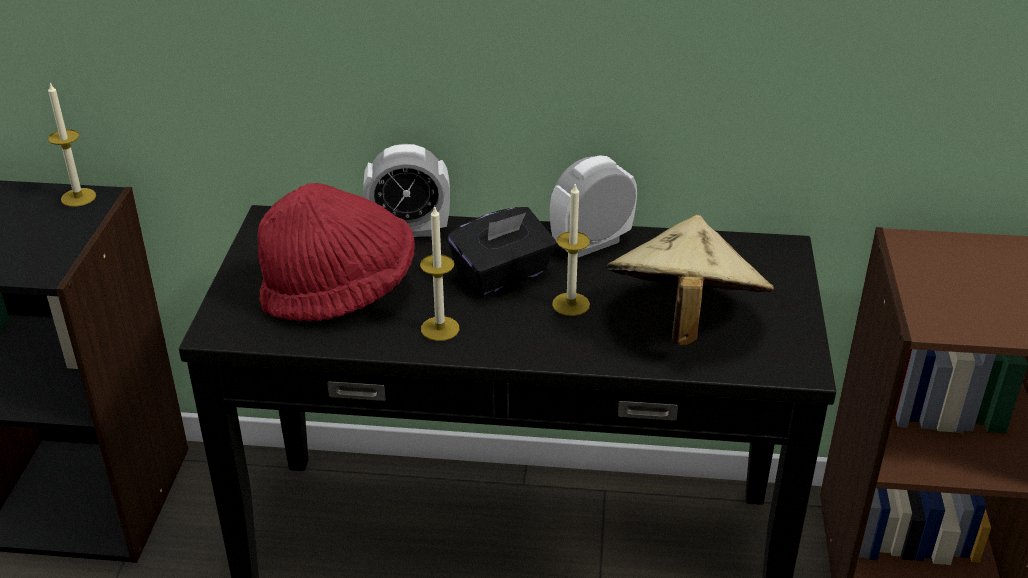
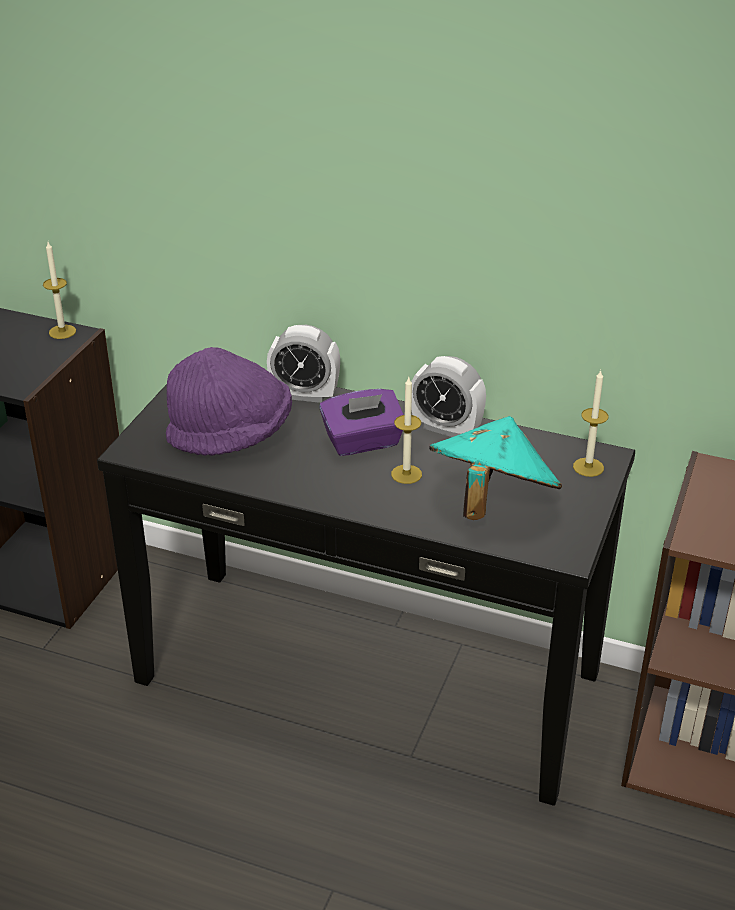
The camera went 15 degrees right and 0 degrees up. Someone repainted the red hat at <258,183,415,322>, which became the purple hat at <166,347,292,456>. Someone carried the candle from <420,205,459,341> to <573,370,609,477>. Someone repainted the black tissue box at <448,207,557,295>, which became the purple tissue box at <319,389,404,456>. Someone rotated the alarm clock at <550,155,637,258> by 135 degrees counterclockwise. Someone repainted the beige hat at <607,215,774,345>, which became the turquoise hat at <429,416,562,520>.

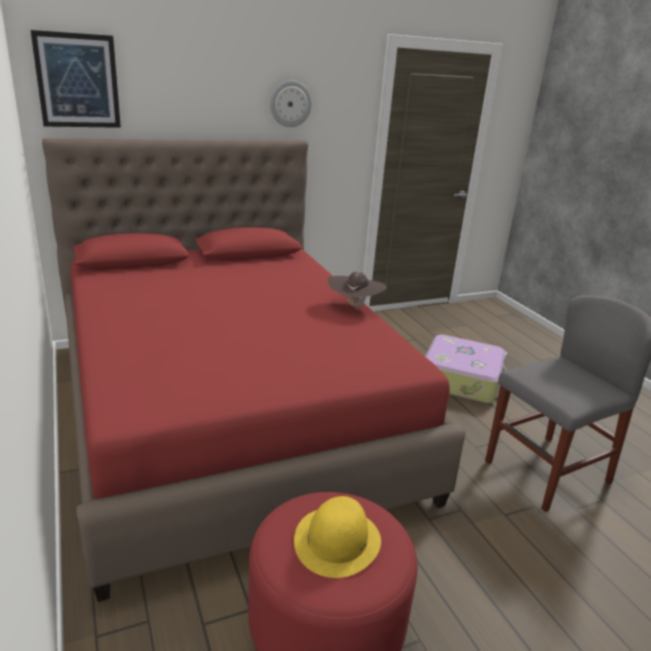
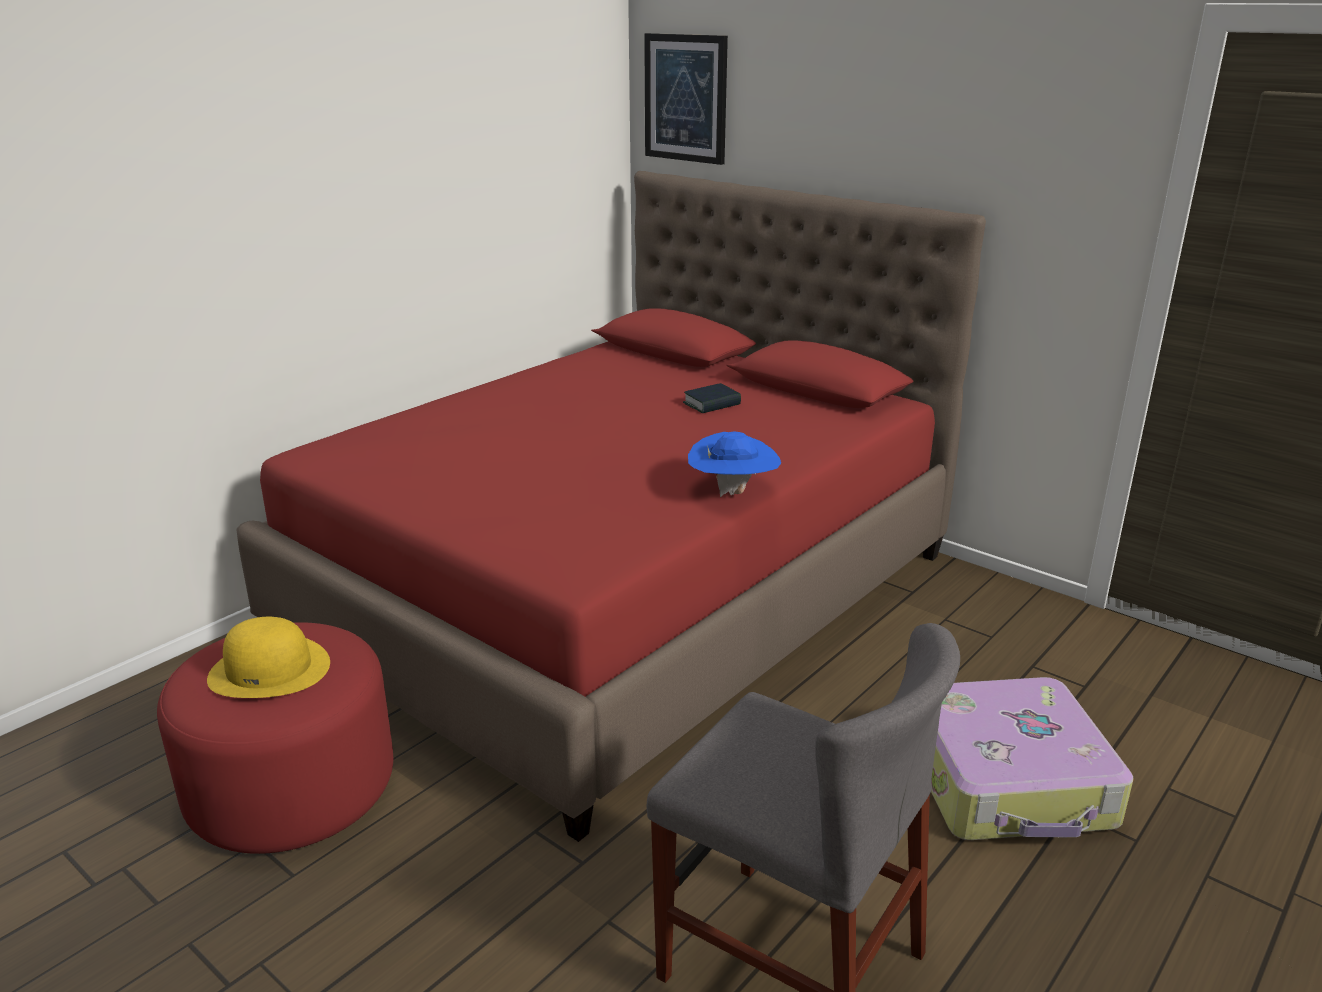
The camera went 65 degrees right and 0 degrees up. Someone took away the wall clock at <270,80,312,127>. Someone repainted the brown hat at <327,271,387,310>, which became the blue hat at <688,432,781,497>. Someone put down the book at <683,383,741,413>.

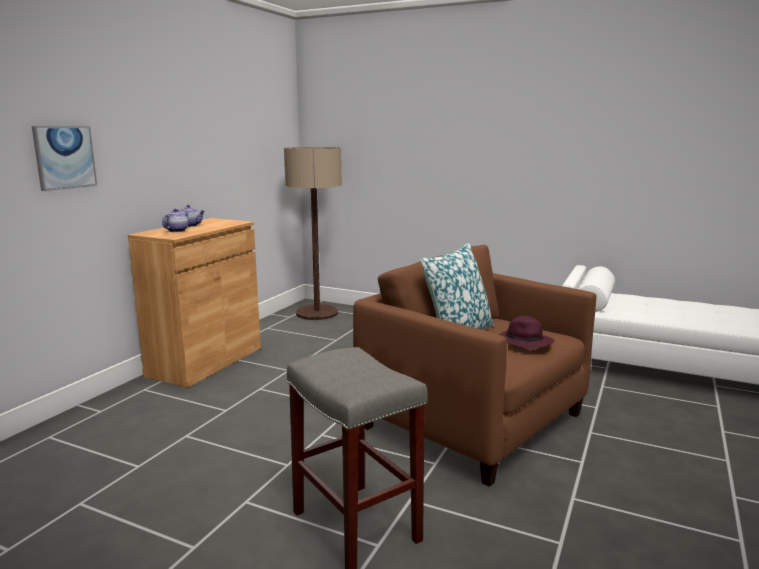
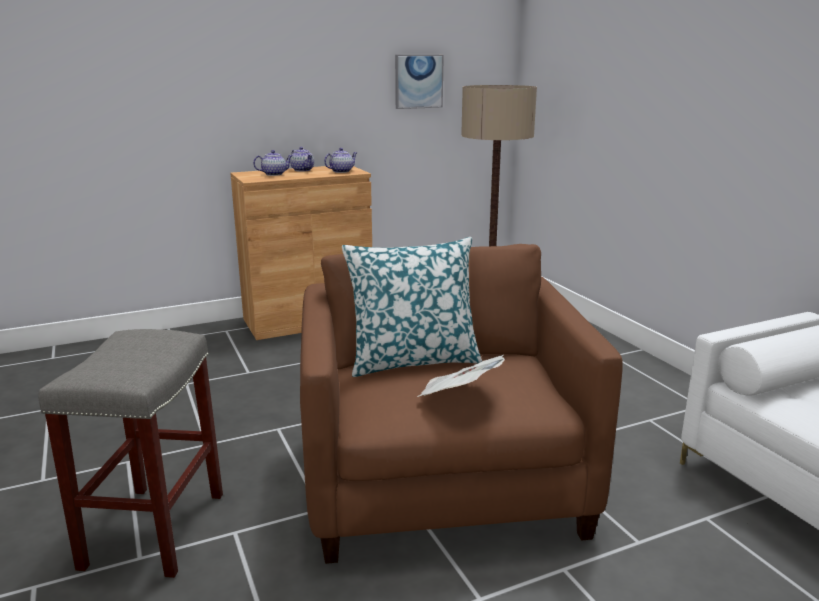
The camera went 40 degrees right and 5 degrees up. Someone carried the picture from <32,126,97,191> to <395,55,444,109>. Someone swapped the purple hat at <499,315,554,350> for the newspaper at <417,355,505,397>. Someone put down the teapot at <324,148,357,173>.

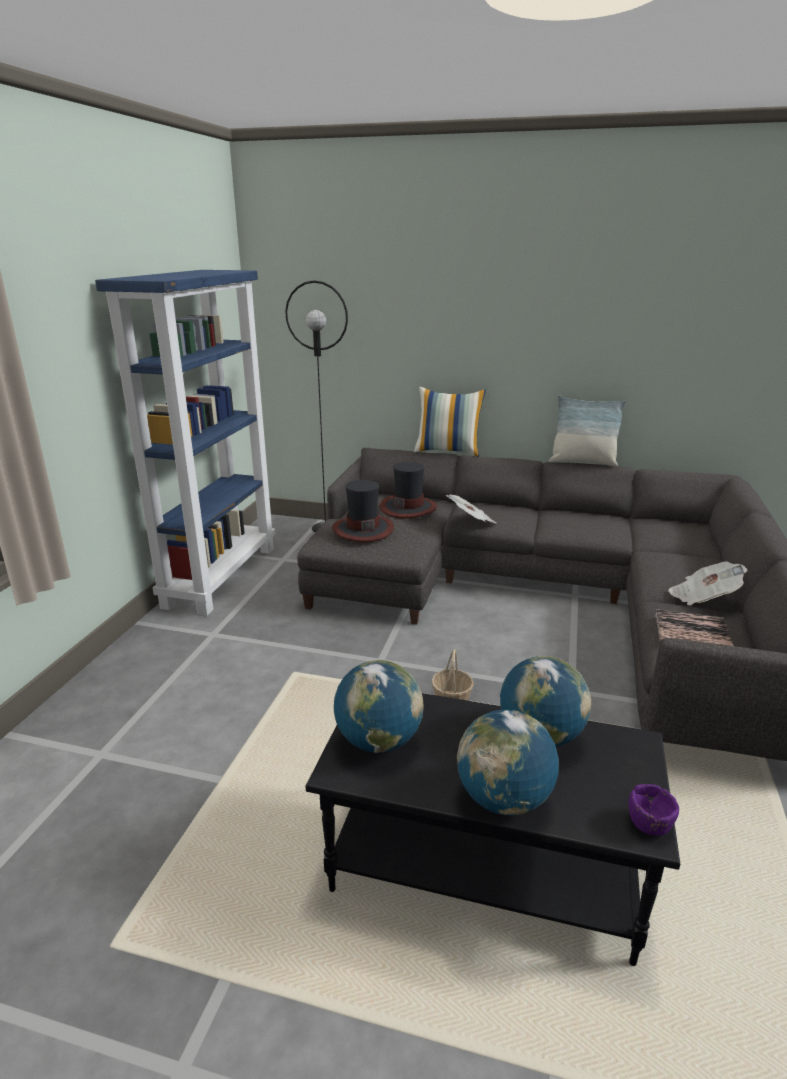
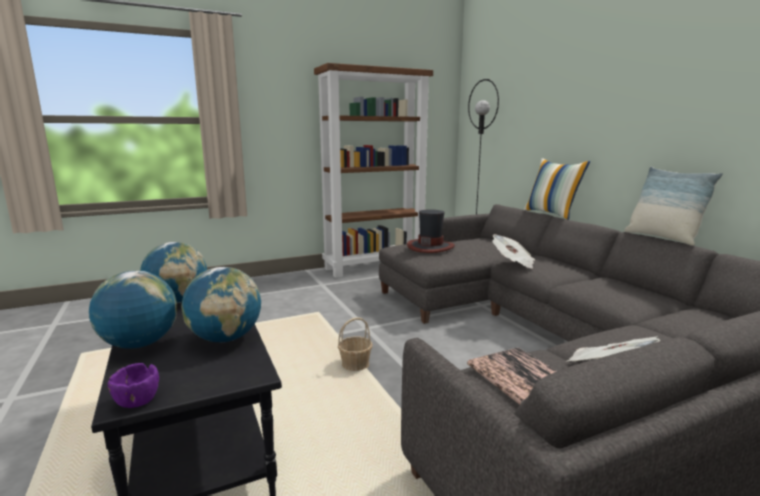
The camera went 50 degrees right and 10 degrees down. Someone repainted the blue bookcase at <95,270,275,616>, which became the brown bookcase at <314,63,433,278>. Someone took away the hat at <380,462,437,519>.

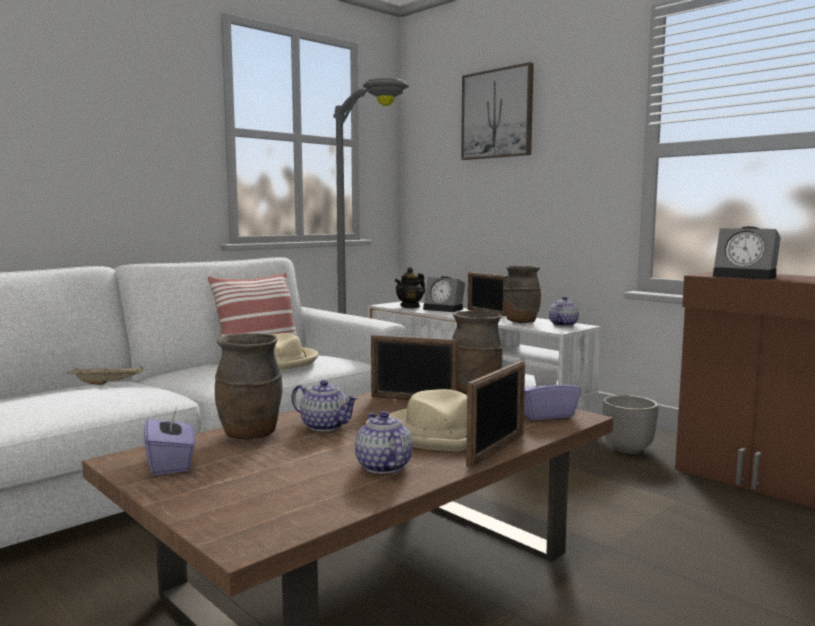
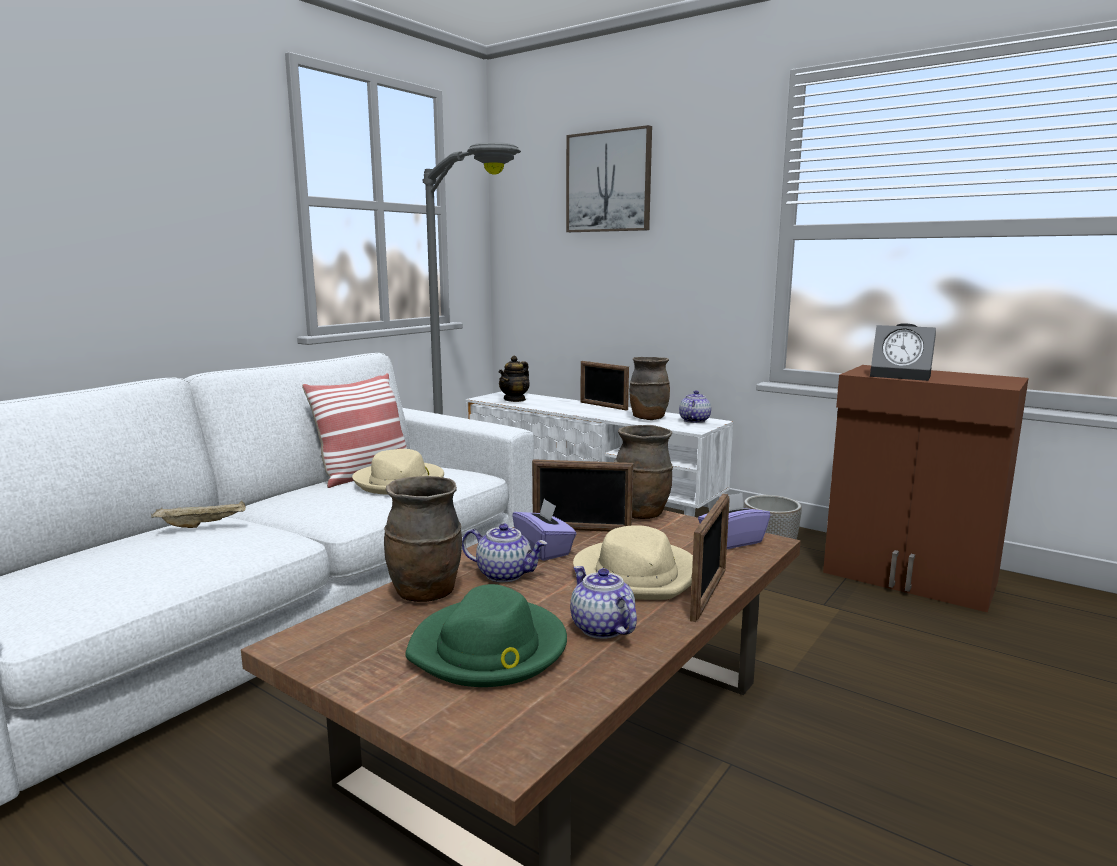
The camera went 10 degrees left and 5 degrees up. Someone carried the purple tissue box from <144,409,195,475> to <512,498,577,561>. Someone took away the alarm clock at <423,276,465,312>. Someone put down the green hat at <405,584,567,687>.

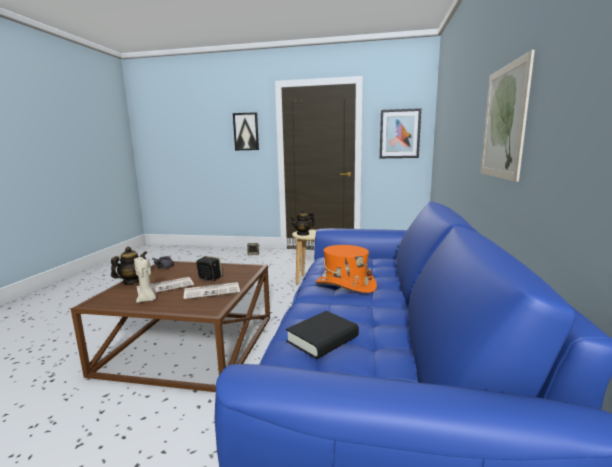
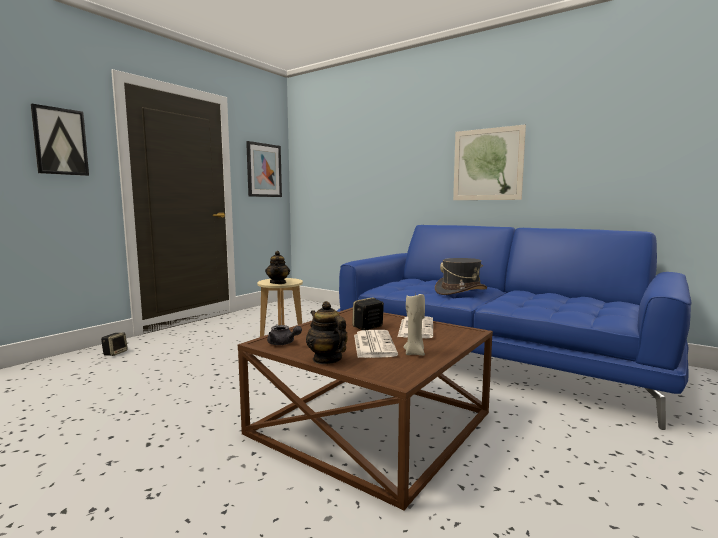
The camera went 65 degrees left and 5 degrees down. Someone took away the black book at <286,311,359,359>. Someone repainted the orange hat at <316,245,377,293>, which became the grey hat at <435,258,487,295>.

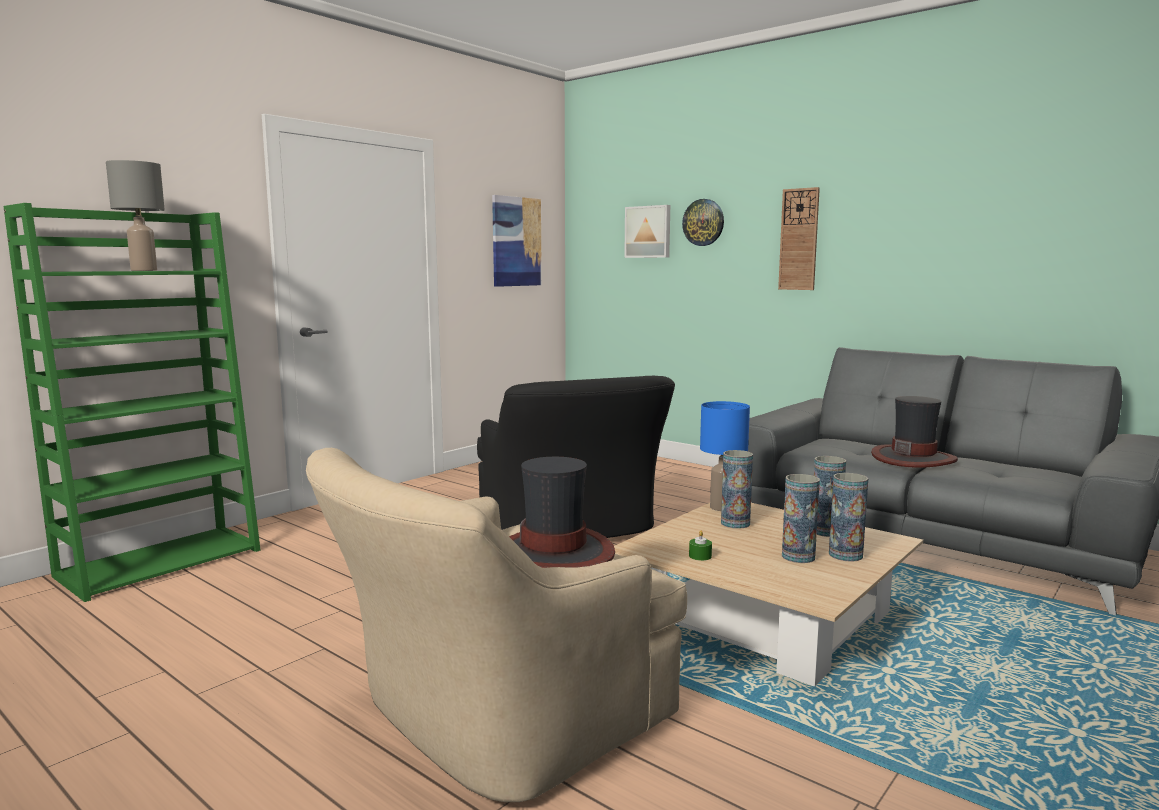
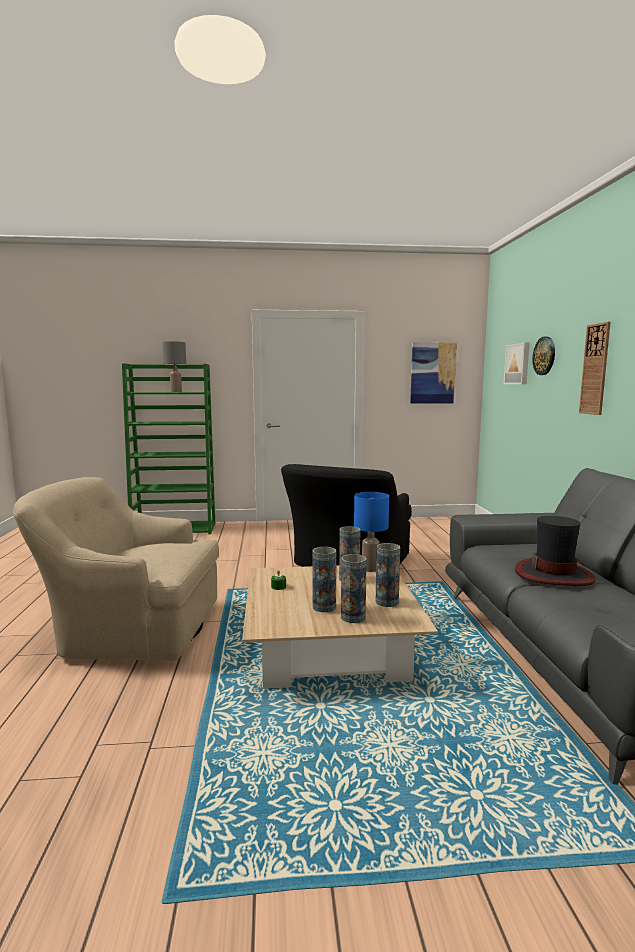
The camera went 45 degrees right and 0 degrees up. Someone took away the hat at <509,457,615,568>.

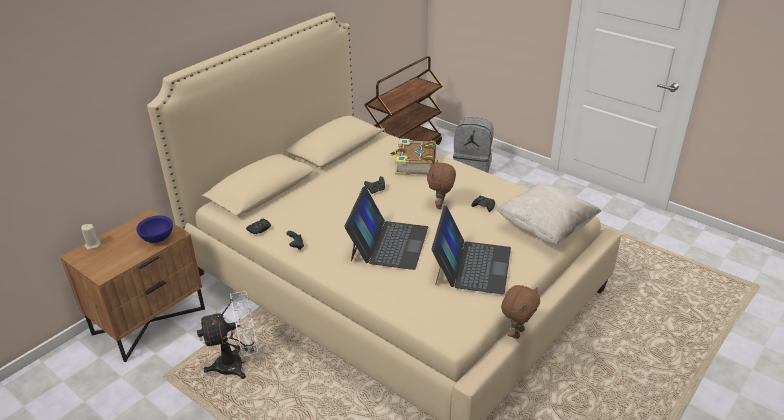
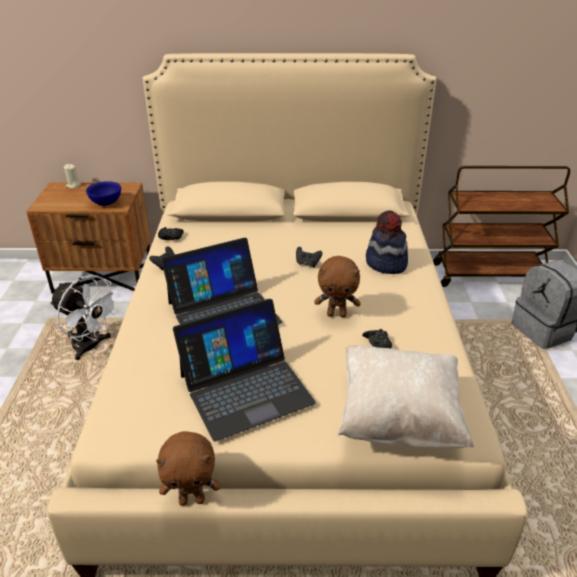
The camera went 50 degrees right and 0 degrees up. Someone swapped the book at <389,139,436,175> for the hat at <366,211,408,274>. Someone rotated the brown plush toy at <427,160,456,209> by 150 degrees counterclockwise.

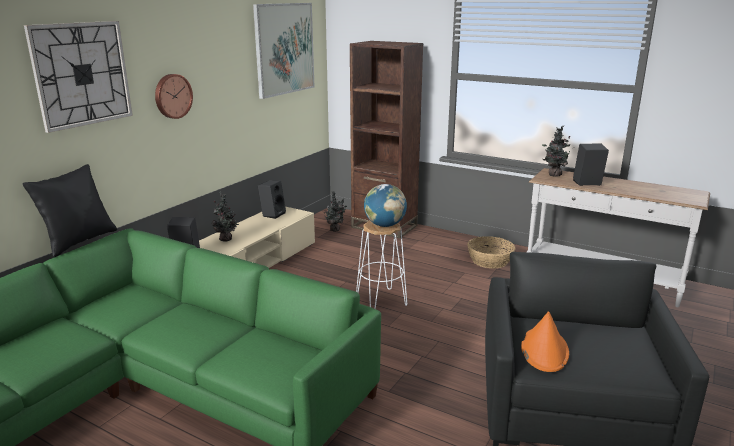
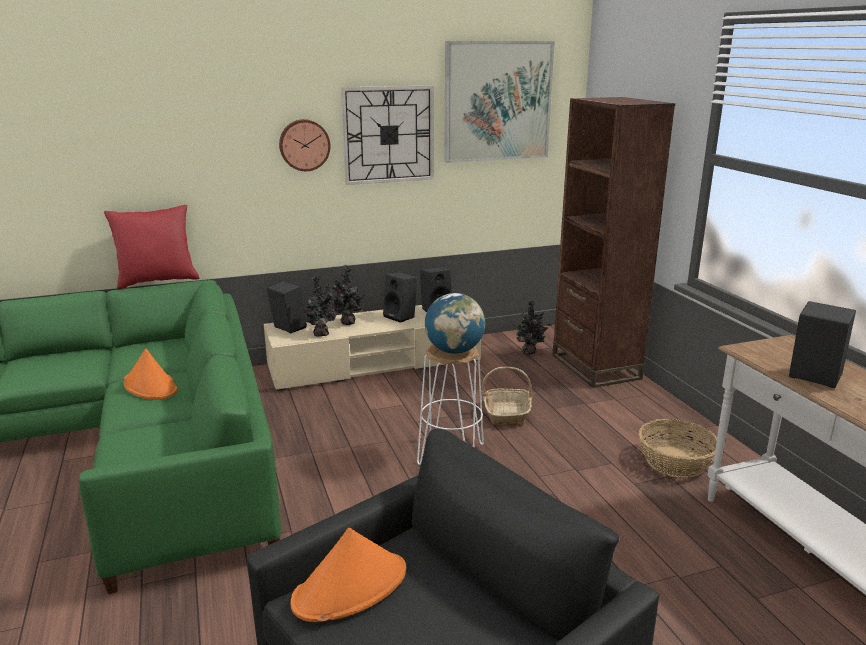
The camera went 40 degrees right and 0 degrees up. Someone repainted the black pillow at <22,164,117,257>, which became the red pillow at <104,205,199,289>. Someone carried the wall clock from <24,21,133,133> to <341,85,434,185>. Someone carried the potted plant from <542,126,570,177> to <301,276,336,337>. Someone put down the orange hat at <123,349,178,400>. Someone put down the black speaker at <383,272,417,323>. Someone put down the basket at <482,367,532,426>.

